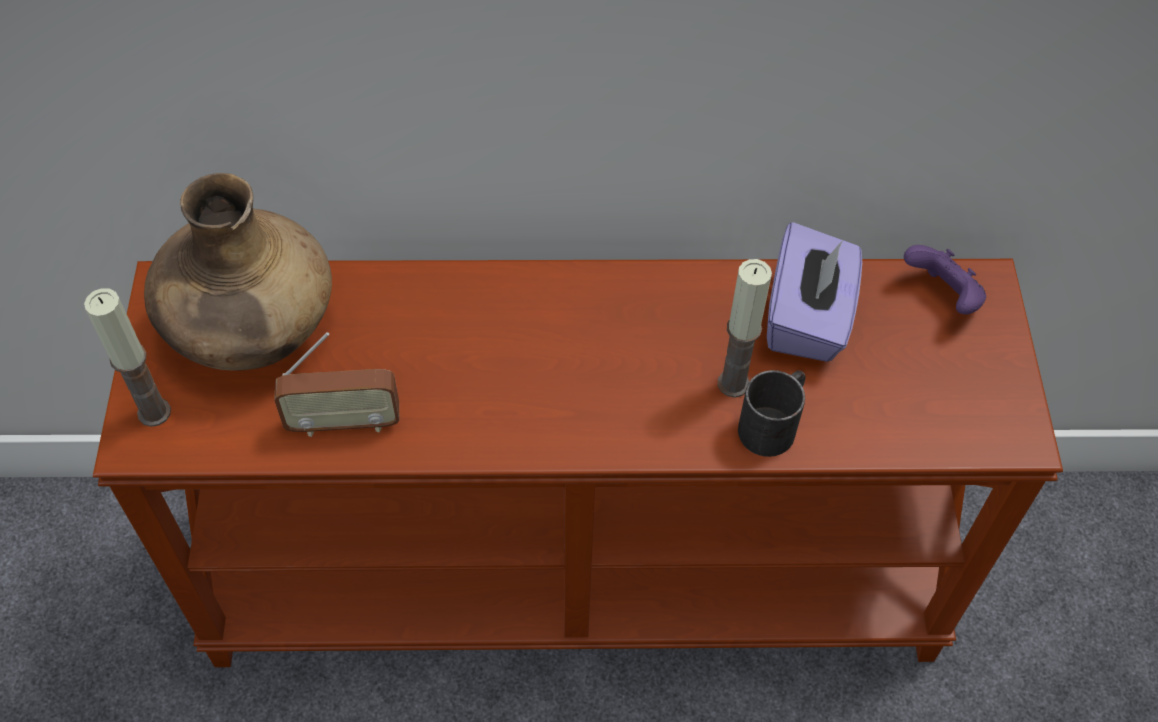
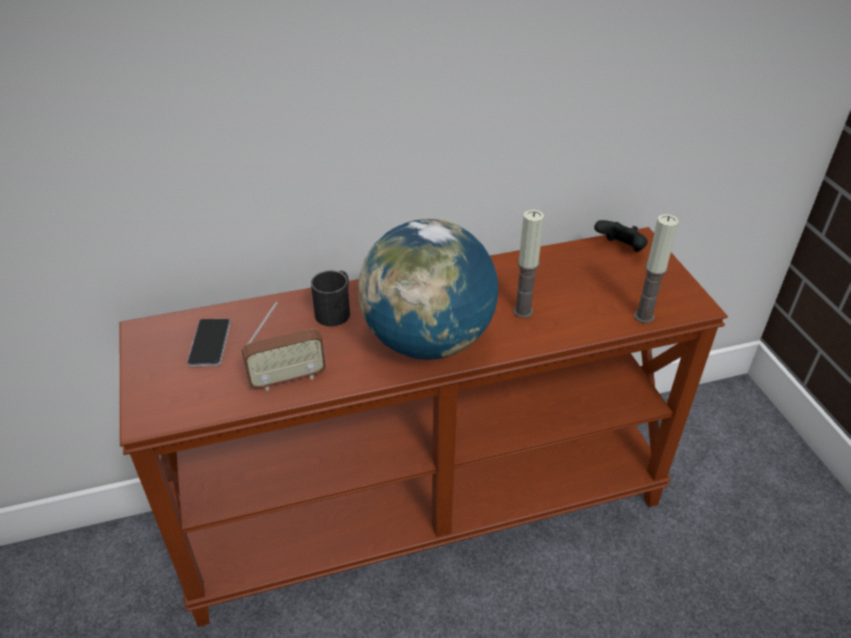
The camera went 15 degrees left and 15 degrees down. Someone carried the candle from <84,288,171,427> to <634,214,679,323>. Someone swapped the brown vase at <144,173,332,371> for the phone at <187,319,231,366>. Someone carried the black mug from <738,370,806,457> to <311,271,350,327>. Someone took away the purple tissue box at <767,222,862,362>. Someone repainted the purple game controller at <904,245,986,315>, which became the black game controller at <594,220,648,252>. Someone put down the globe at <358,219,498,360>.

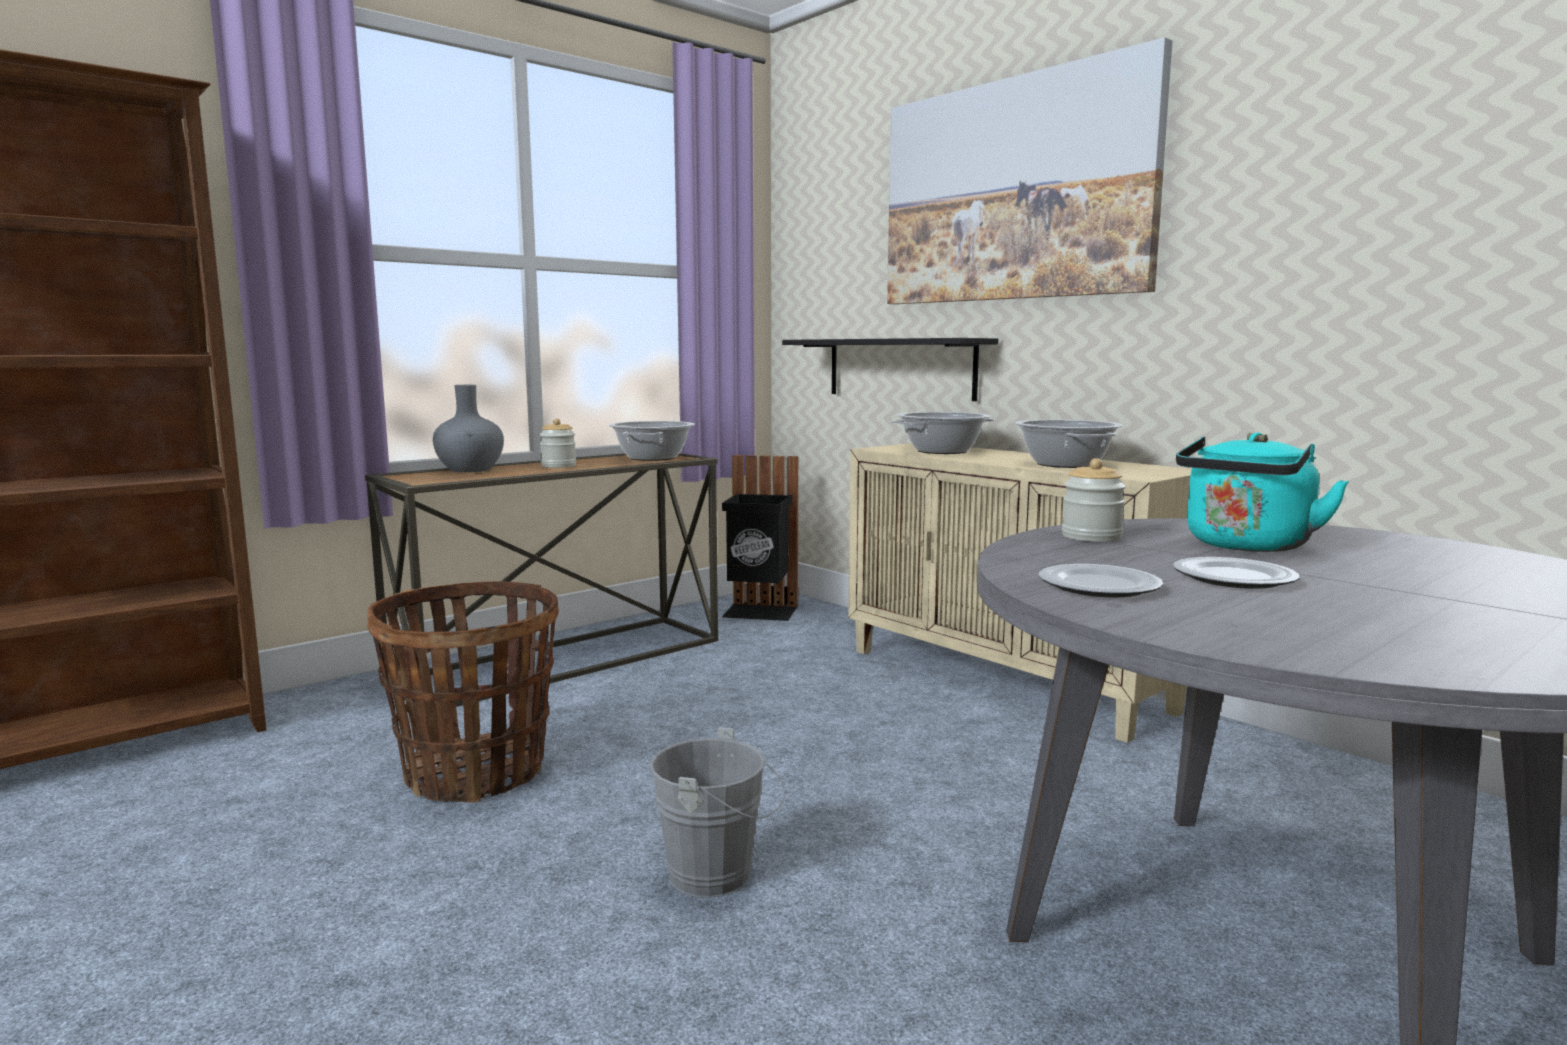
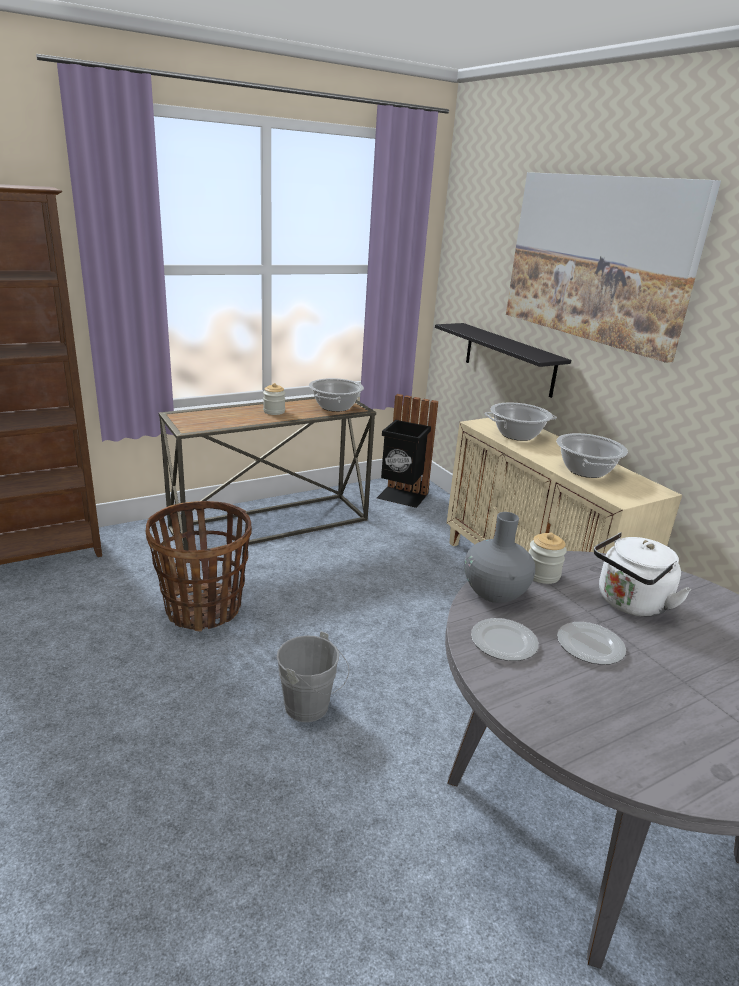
The camera went 10 degrees right and 15 degrees up. Someone carried the grey vase from <433,385,504,472> to <464,512,535,603>. Someone repainted the turquoise kettle at <1176,432,1349,552>, which became the white kettle at <594,532,691,617>.

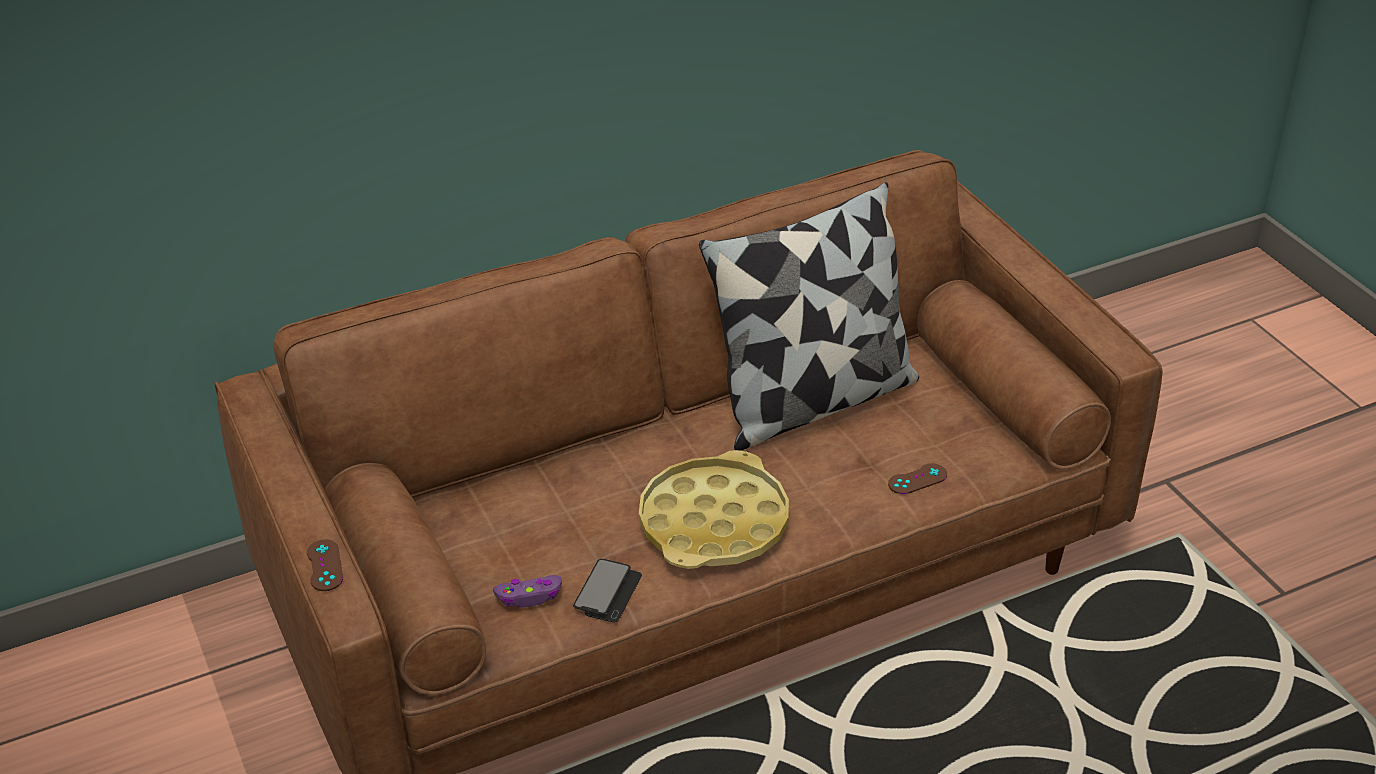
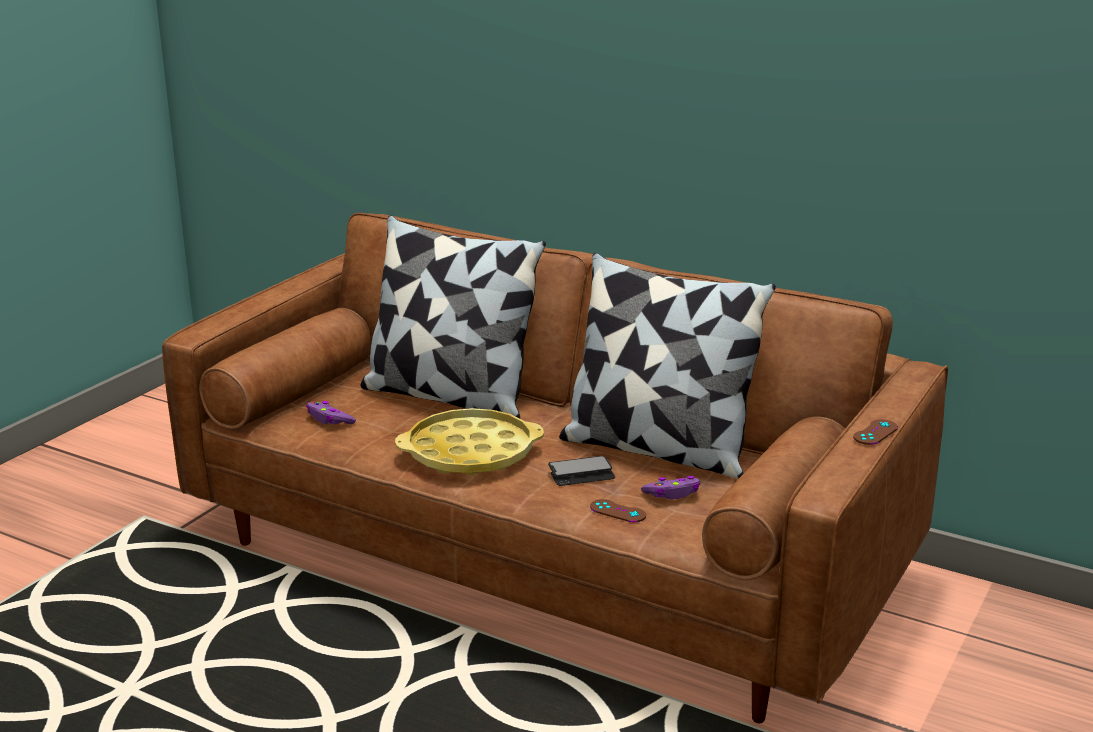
The camera went 55 degrees right and 15 degrees down. Someone carried the brown game controller from <307,539,343,591> to <853,419,898,445>. Someone carried the phone from <573,559,642,622> to <548,456,615,486>. Someone put down the pillow at <360,215,546,419>. Someone put down the purple game controller at <641,476,700,499>.

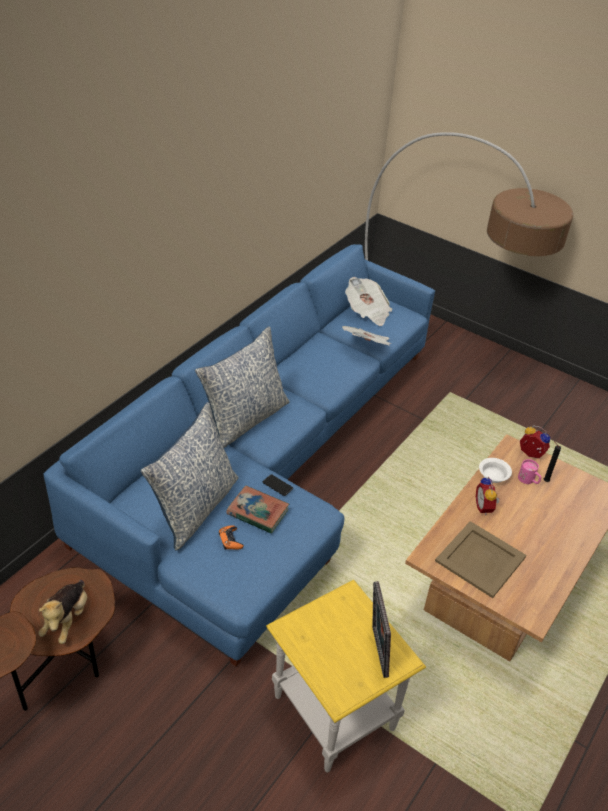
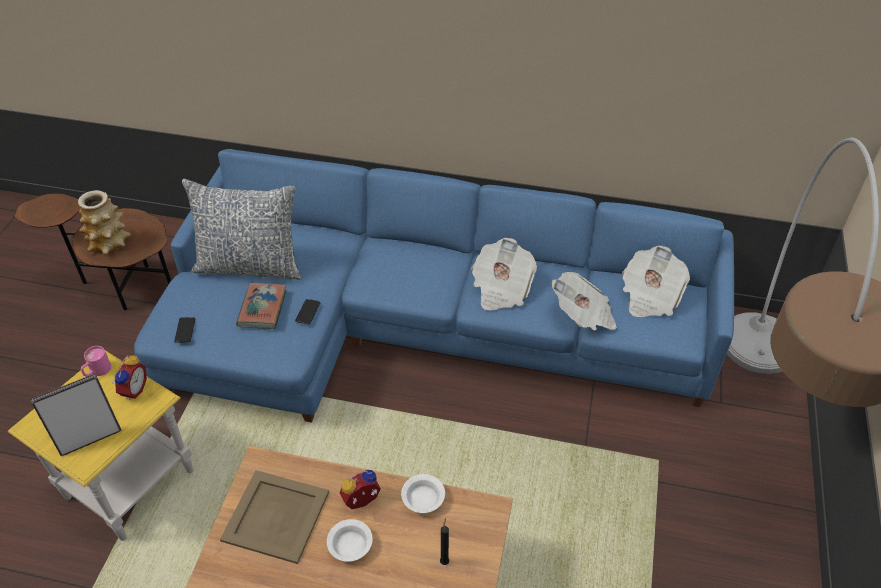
The camera went 70 degrees right and 5 degrees up. Someone swapped the plush toy at <39,580,87,644> for the vase at <78,190,131,255>. Someone took away the pillow at <195,326,290,448>. Someone took away the orange game controller at <219,526,244,550>. Someone carried the pink mug from <518,459,541,484> to <81,346,111,377>. Someone carried the alarm clock from <520,425,550,458> to <112,355,147,400>. Someone put down the phone at <174,317,195,343>. Someone put down the white bowl at <327,519,373,562>. Someone put down the newspaper at <471,238,537,311>.

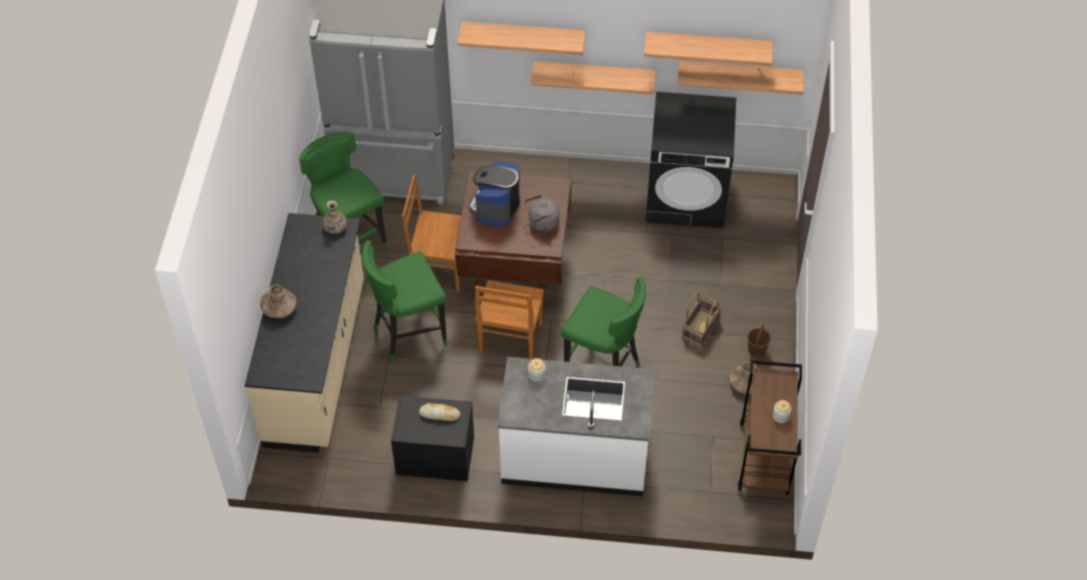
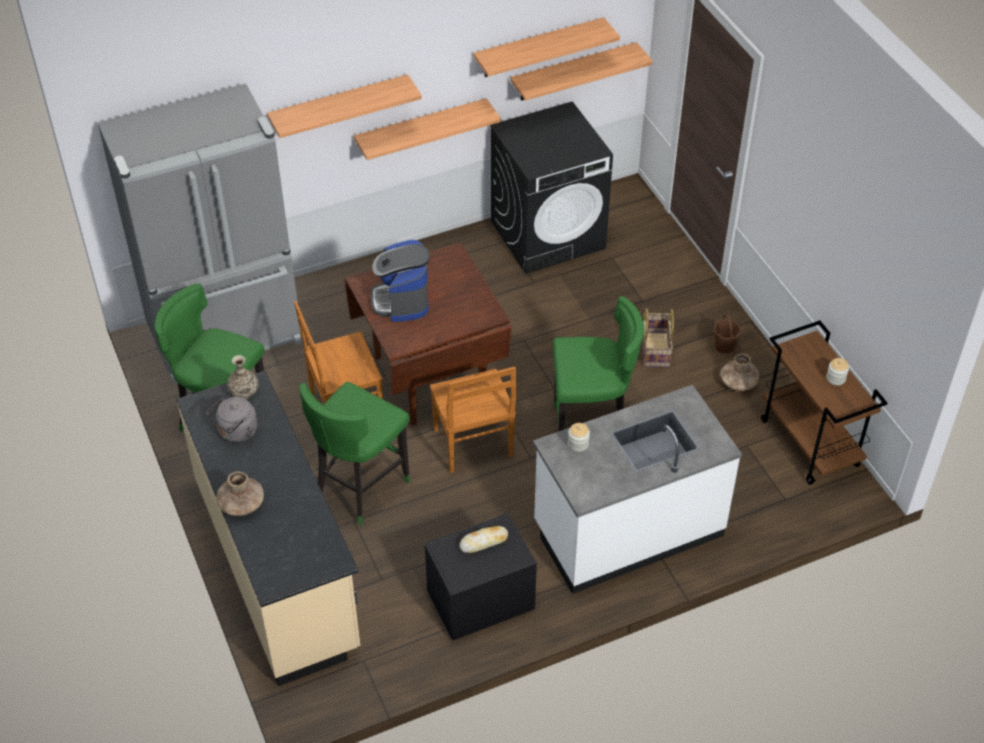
The camera went 30 degrees left and 5 degrees down. Someone carried the grey kettle from <525,195,559,232> to <206,397,257,442>.

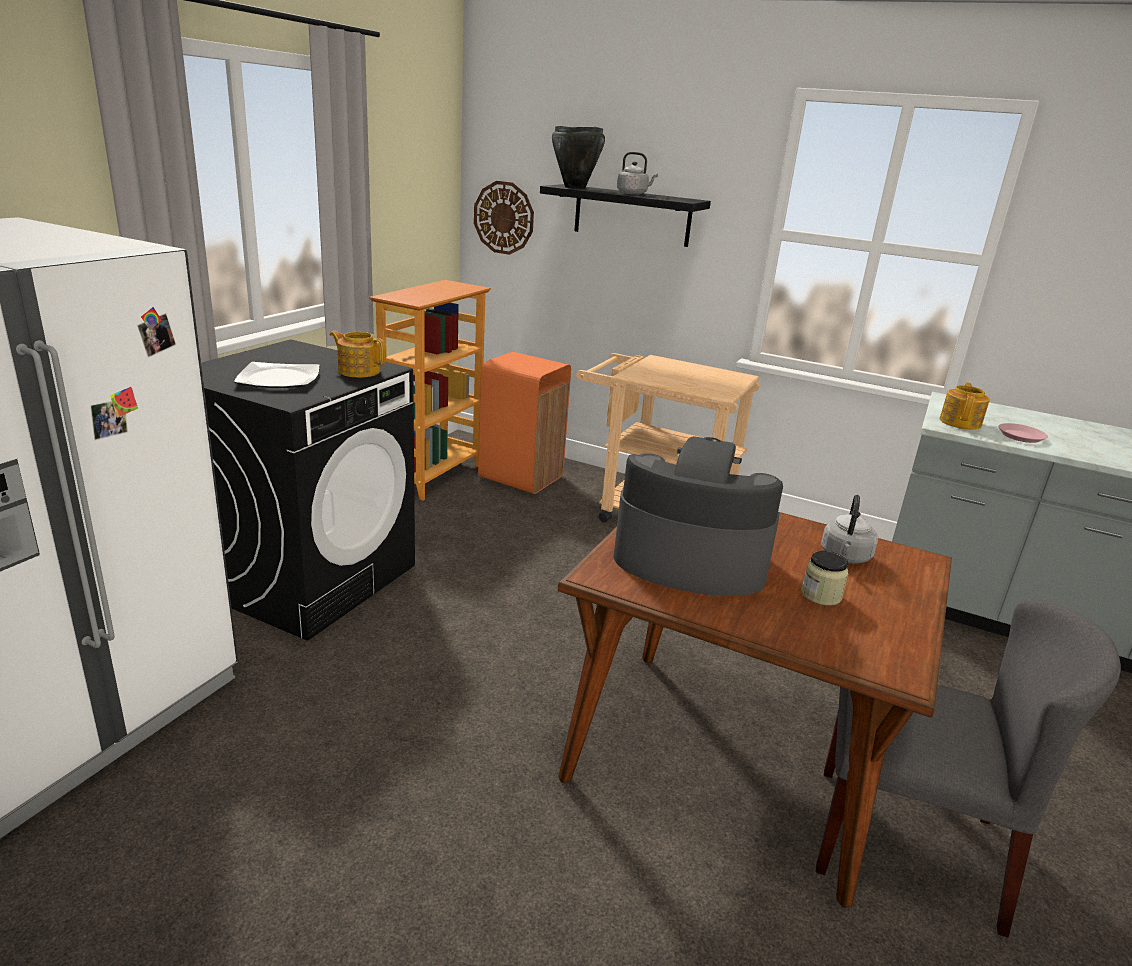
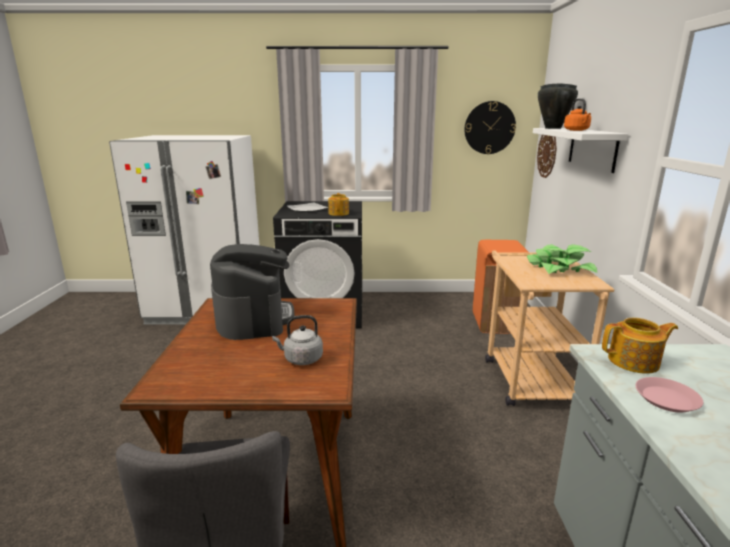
The camera went 65 degrees right and 5 degrees down. Someone took away the bookcase at <369,280,491,501>. Someone repainted the black shelf at <540,184,711,247>, which became the white shelf at <533,128,629,173>. Someone repainted the grey kettle at <617,152,658,195>, which became the orange kettle at <564,98,591,131>. Someone took away the jar at <801,551,849,606>. Someone put up the wall clock at <464,101,516,154>. Someone put down the potted plant at <527,244,597,274>.

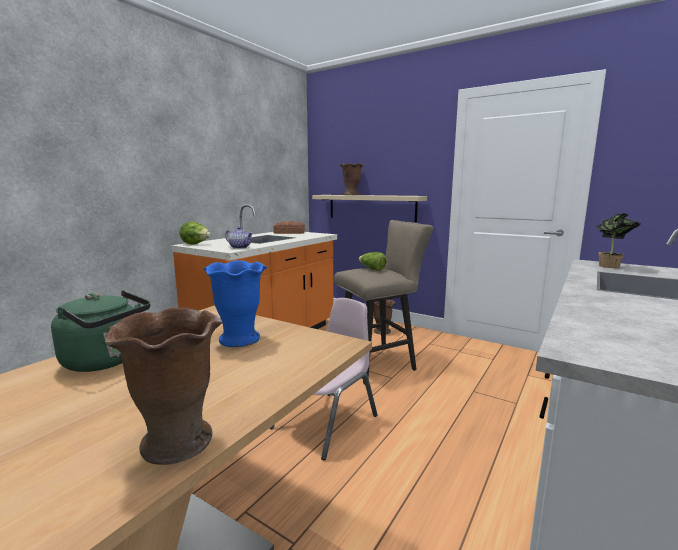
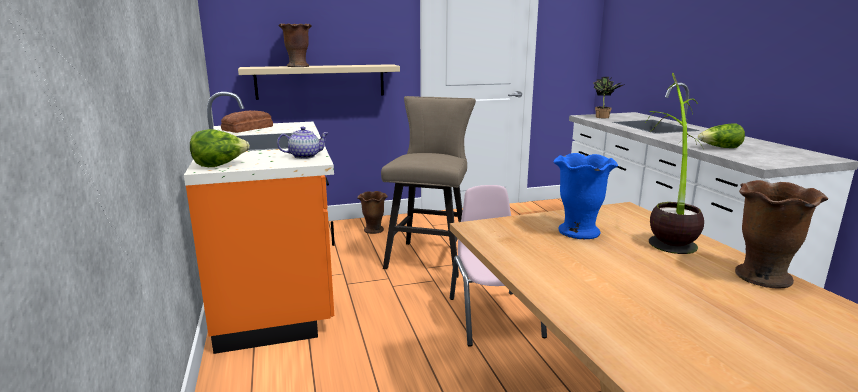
The camera went 50 degrees left and 5 degrees up. Someone took away the green kettle at <51,290,150,372>. Someone carried the lettuce from <359,252,387,271> to <698,124,745,148>. Someone put down the potted plant at <645,73,704,254>.

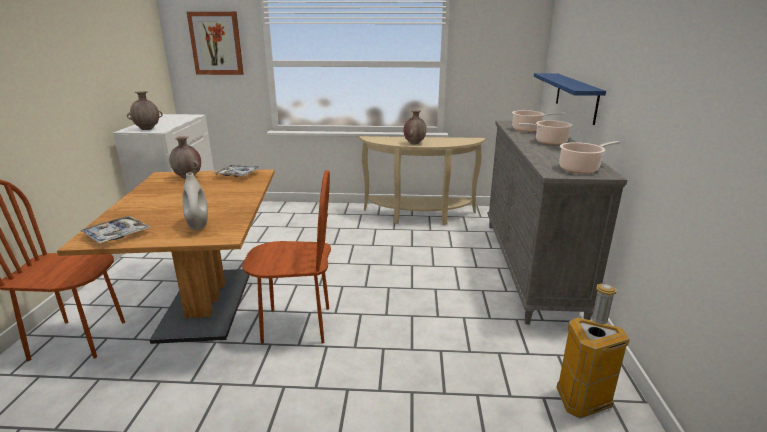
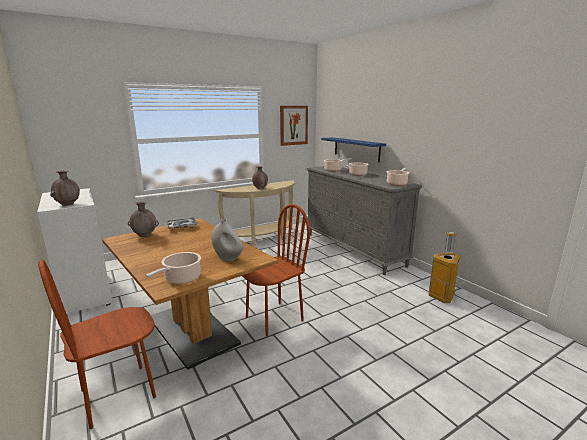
The camera went 35 degrees left and 5 degrees down. Someone swapped the tray at <80,215,150,244> for the cooking pot at <146,252,201,284>. Someone carried the picture from <187,12,244,75> to <280,106,308,146>.

